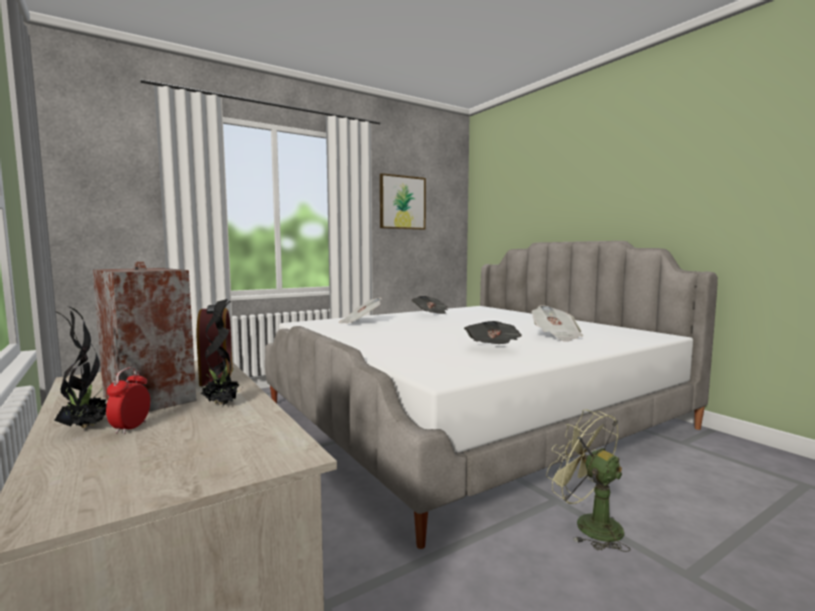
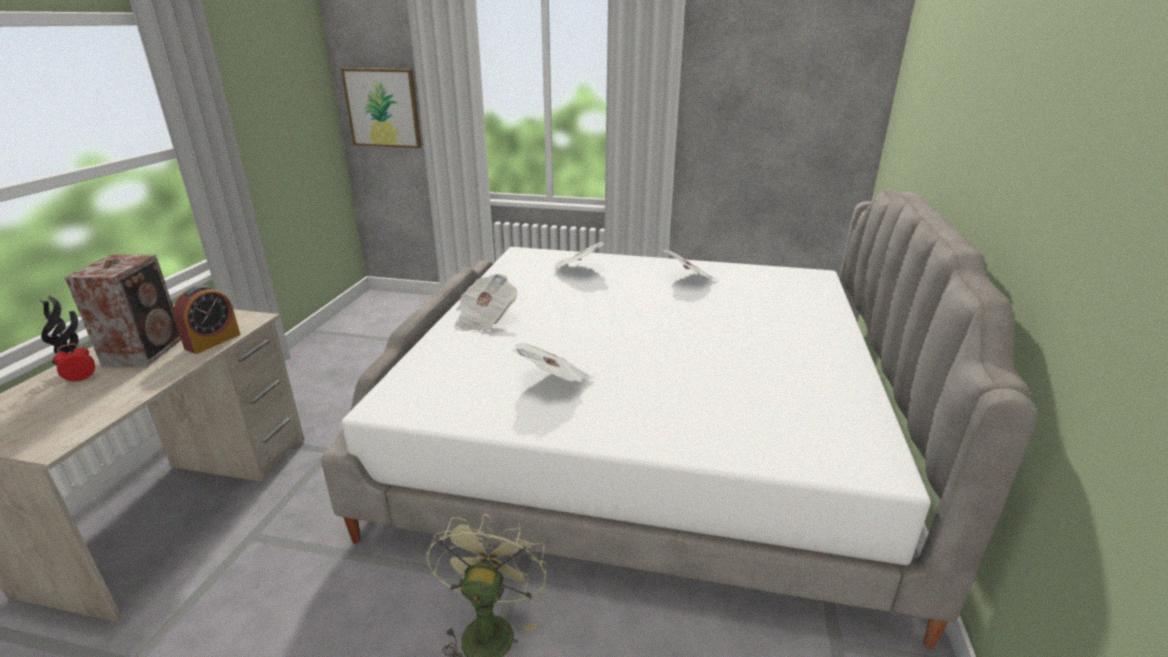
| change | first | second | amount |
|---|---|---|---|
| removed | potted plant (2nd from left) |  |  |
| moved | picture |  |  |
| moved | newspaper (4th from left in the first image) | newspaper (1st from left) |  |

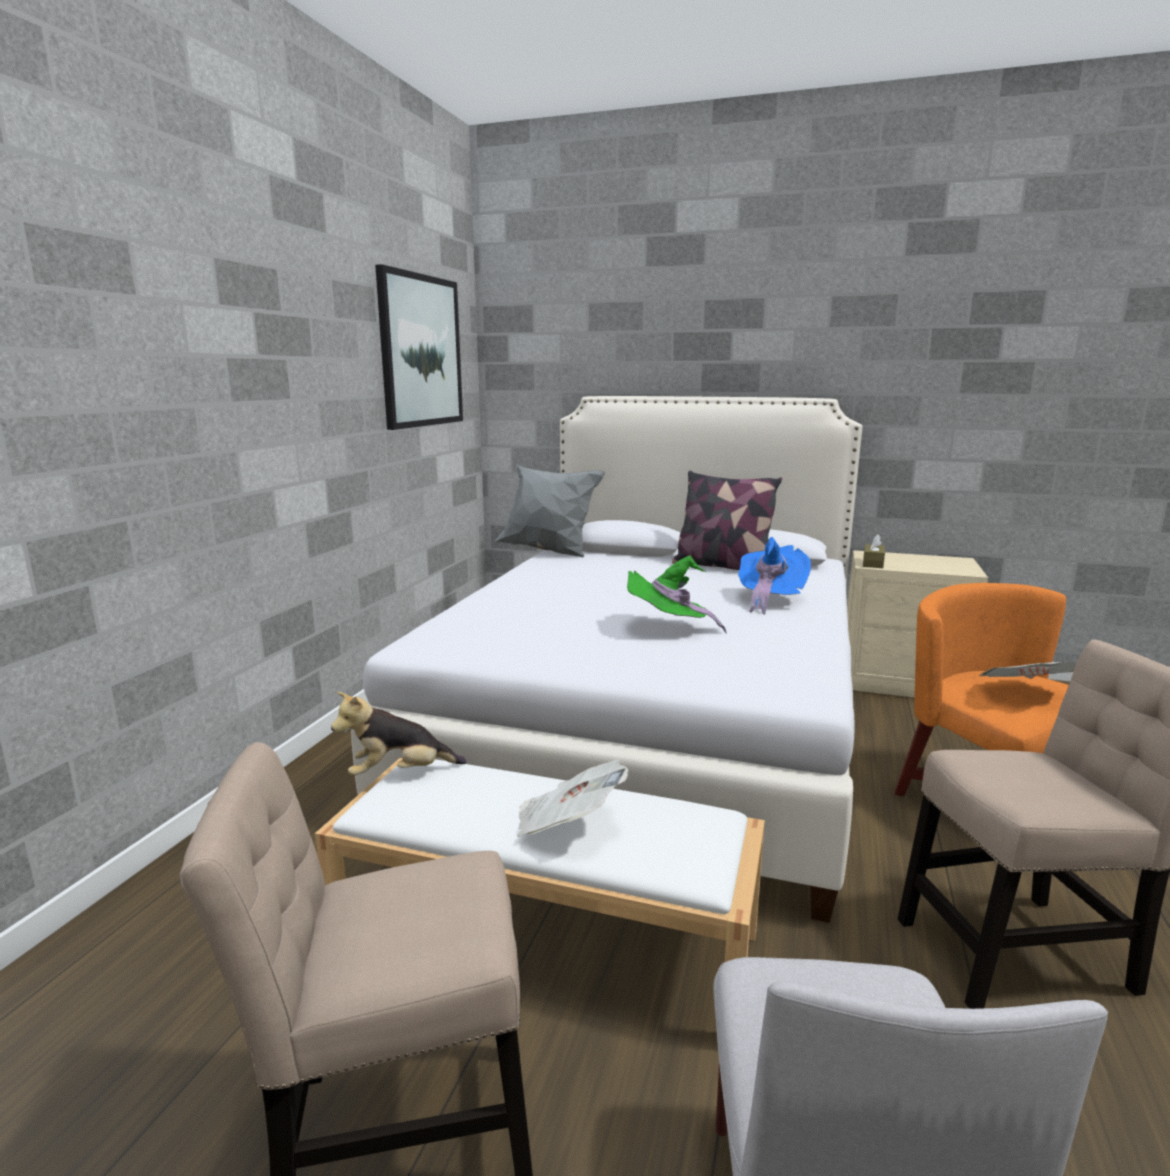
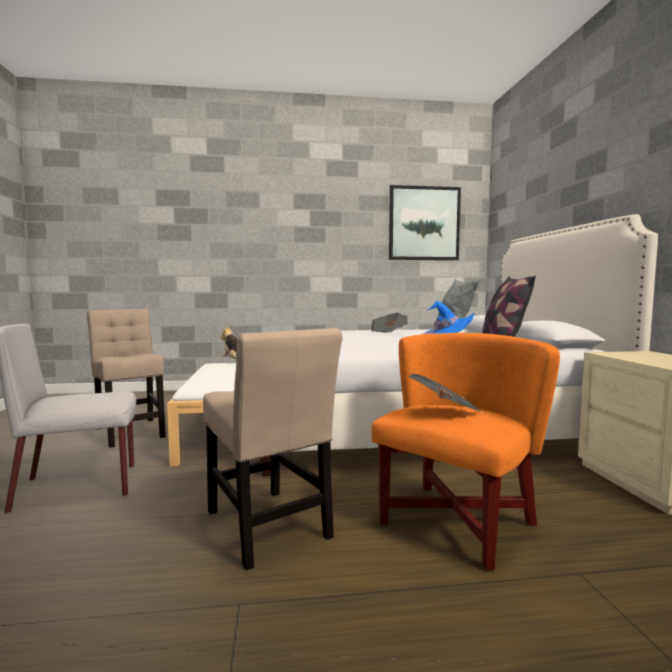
| change | first | second | amount |
|---|---|---|---|
| removed | hat (green) |  |  |
| removed | tissue box (brown) |  |  |
| moved | newspaper (1st from left) |  |  |

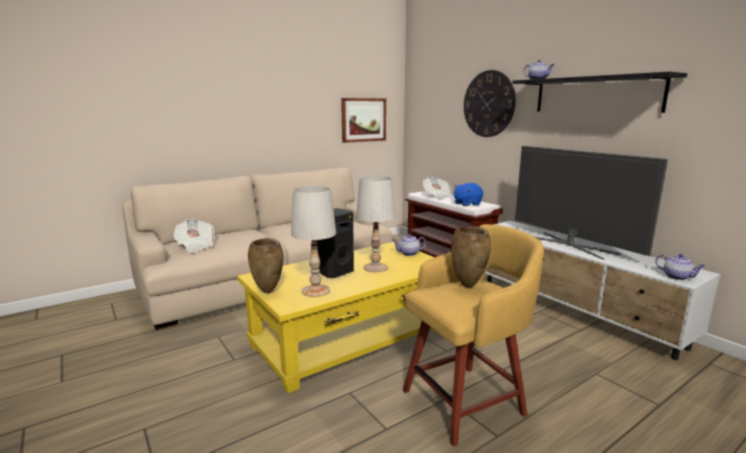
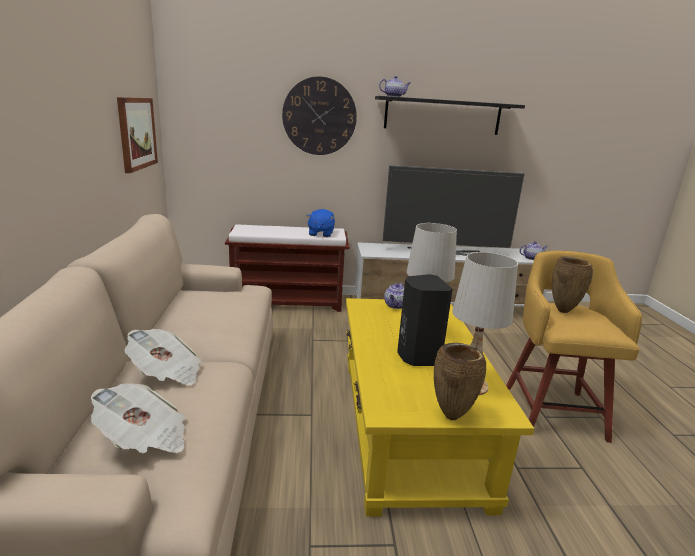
| change | first | second | amount |
|---|---|---|---|
| moved | newspaper (2nd from left) |  |  |

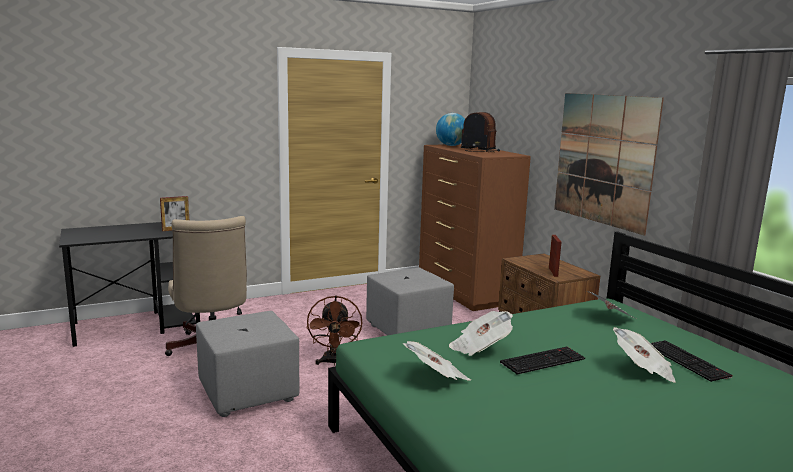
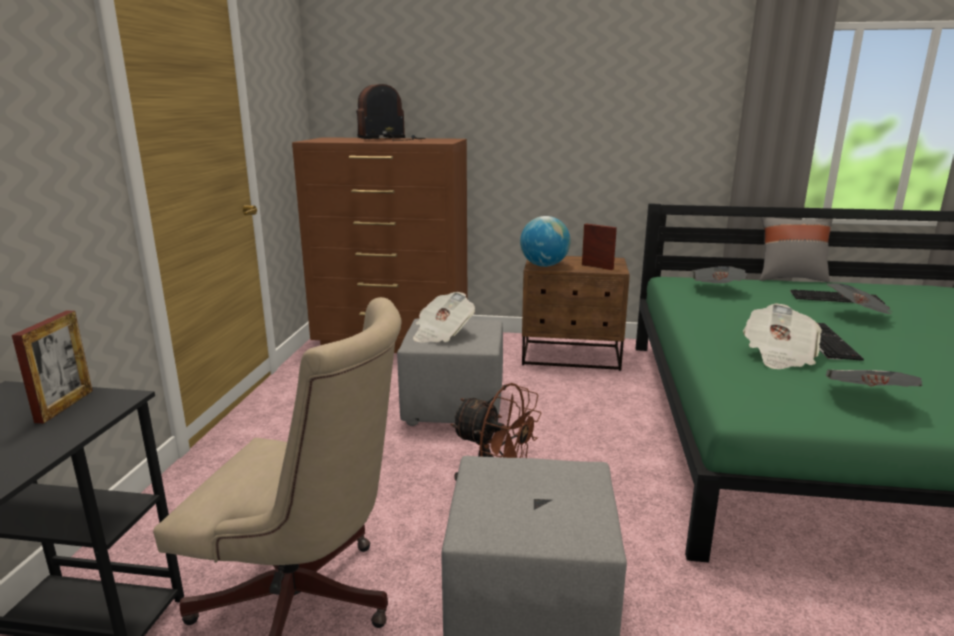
| change | first | second | amount |
|---|---|---|---|
| removed | picture |  |  |
| added |  | newspaper (1st from left) |  |
| added |  | pillow (grey) |  |
| moved | globe |  |  |

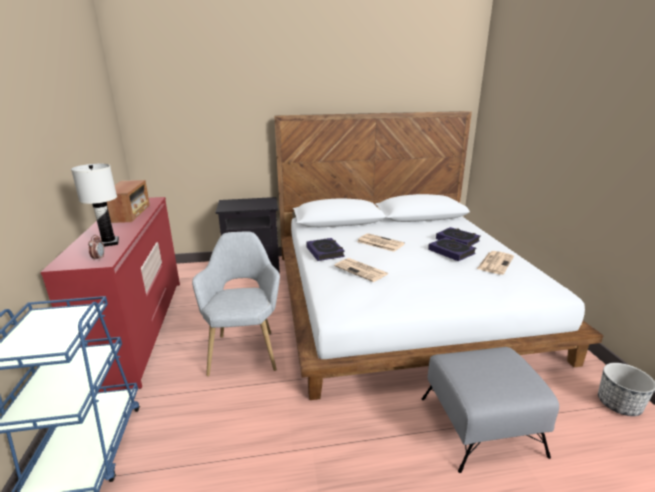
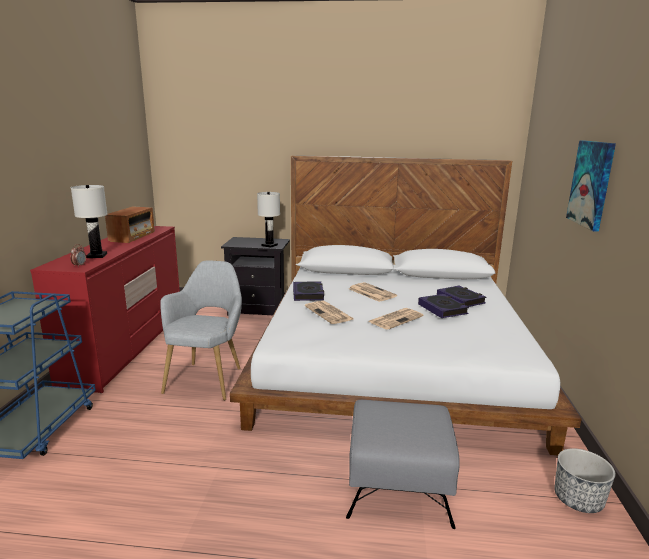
| change | first | second | amount |
|---|---|---|---|
| added |  | table lamp (white) (2nd from left) |  |
| added |  | picture |  |
| moved | newspaper (3rd from left) |  |  |

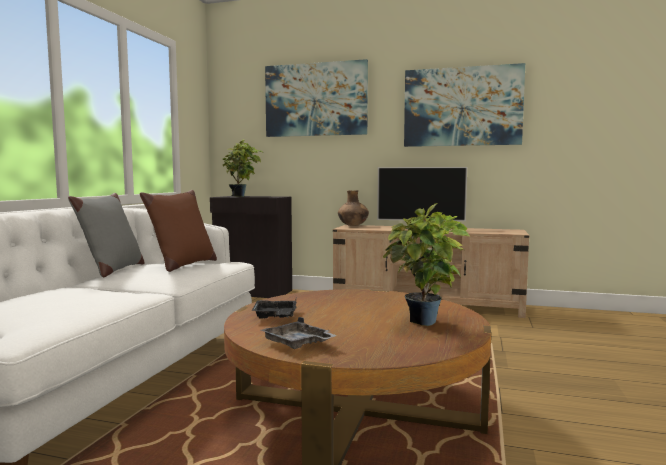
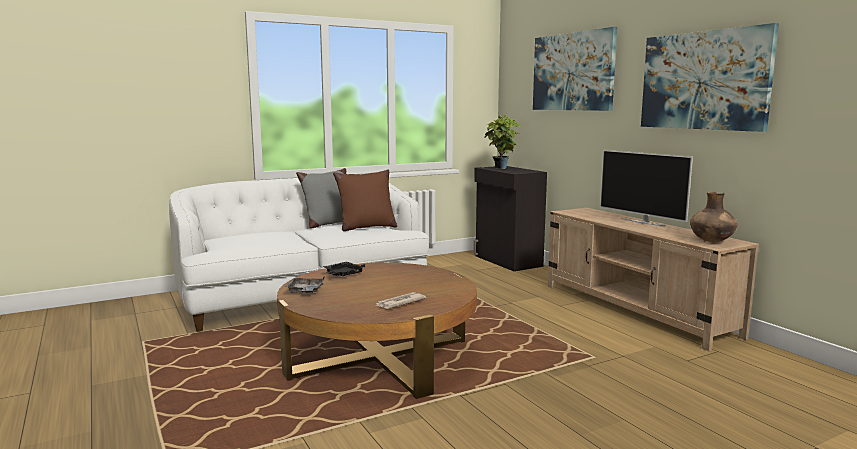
| change | first | second | amount |
|---|---|---|---|
| moved | vase (brown) |  |  |
| replaced | potted plant (2nd from left) | newspaper |  |

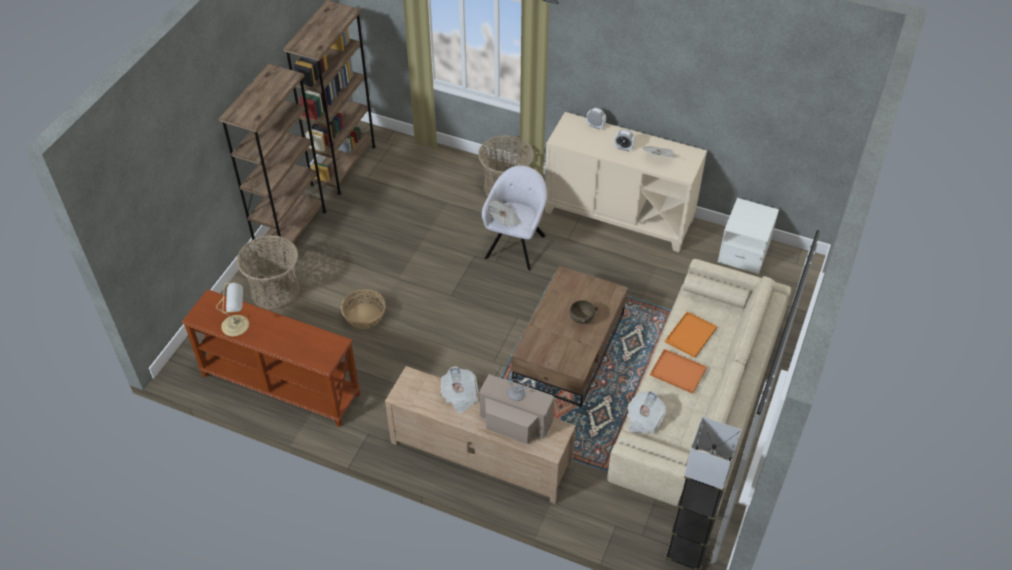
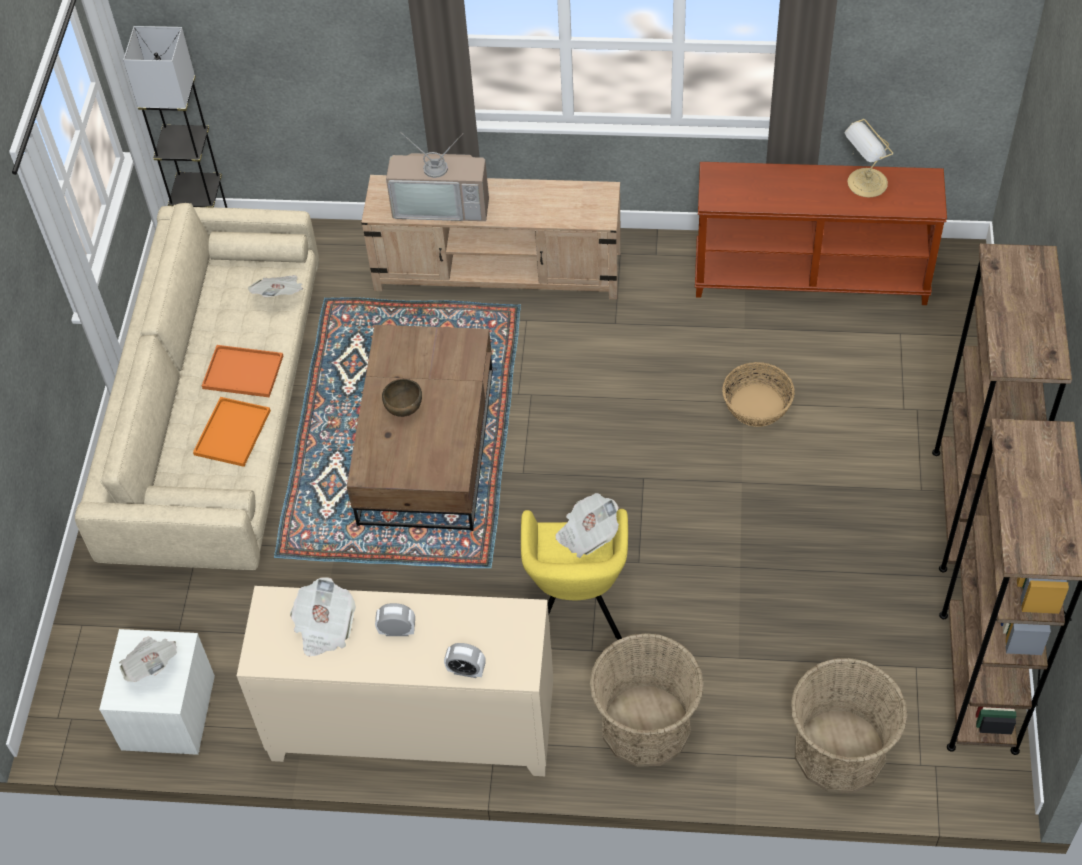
| change | first | second | amount |
|---|---|---|---|
| moved | basket (1st from left in the first image) | basket (3rd from left) |  |
| moved | newspaper (1st from left) |  |  |
| recoloured | armchair (grey) | armchair (yellow) |  |

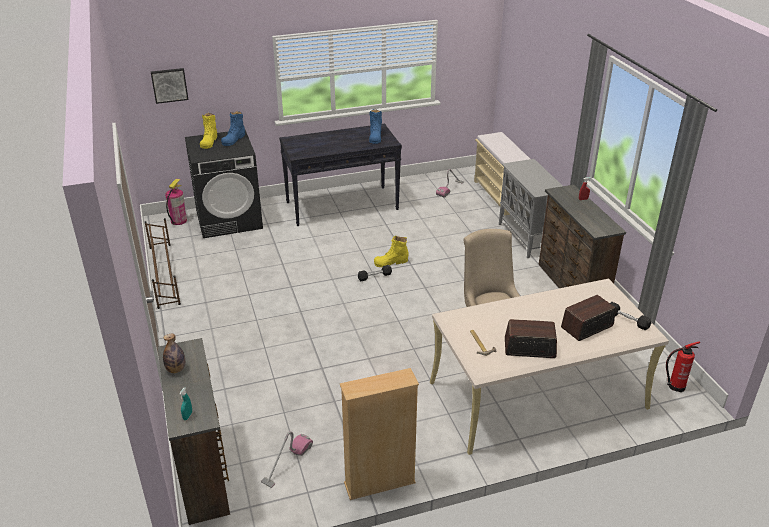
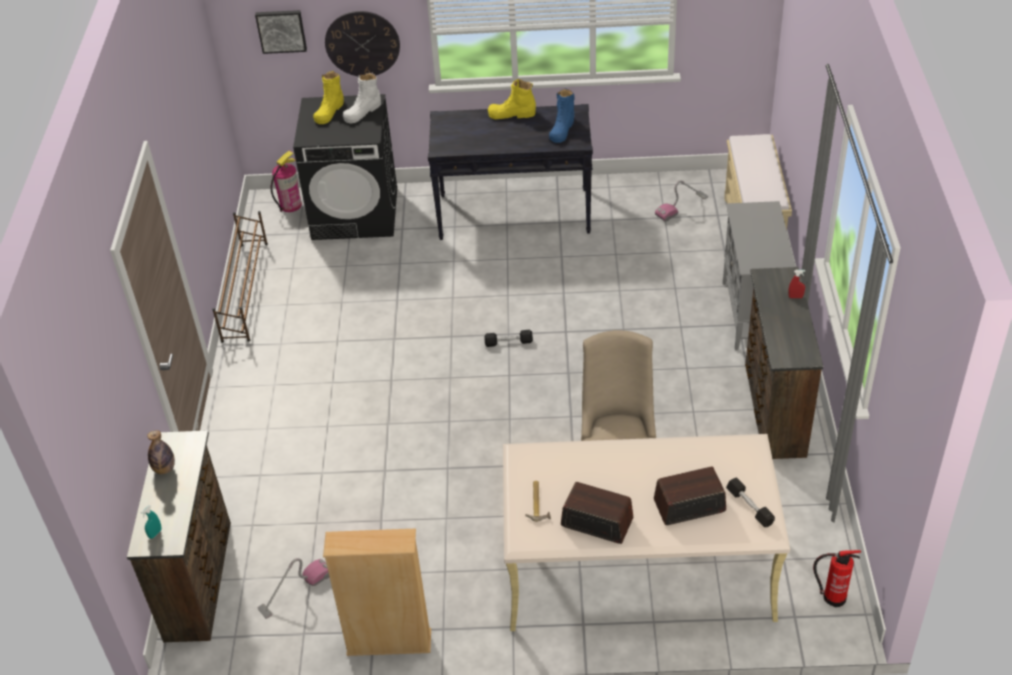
| change | first | second | amount |
|---|---|---|---|
| added |  | wall clock |  |
| moved | boot (yellow) (2nd from left) |  |  |
| recoloured | boot (blue) (1st from left) | boot (white) |  |

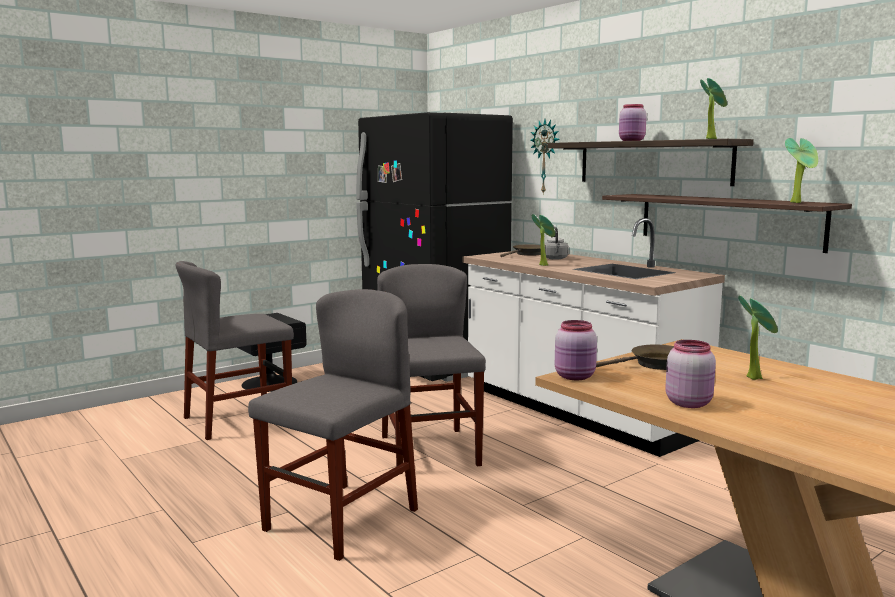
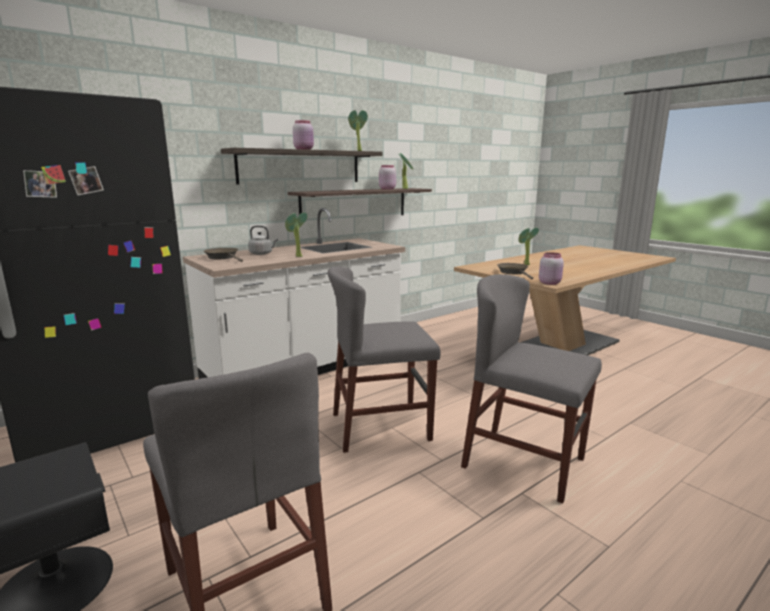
| change | first | second | amount |
|---|---|---|---|
| removed | wall clock |  |  |
| moved | jar (pink) (3rd from left in the first image) | jar (pink) (2nd from left) |  |

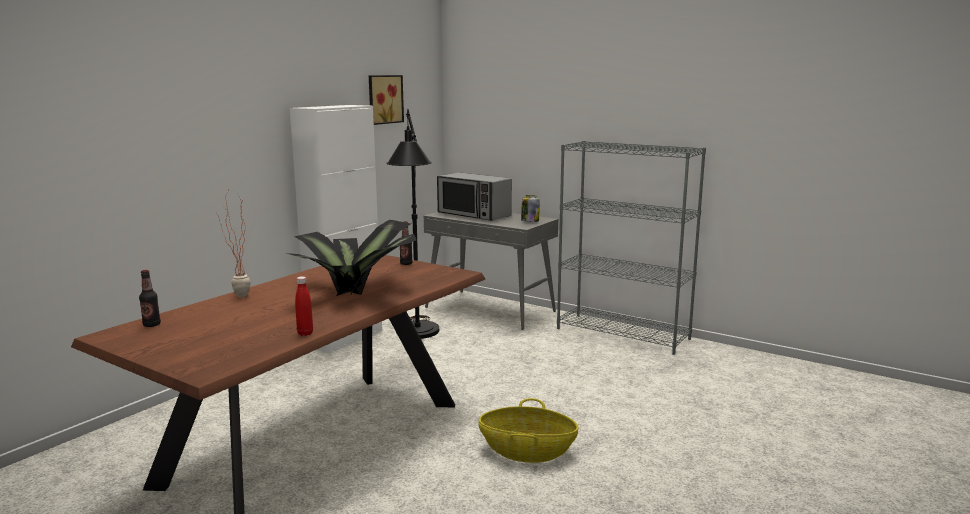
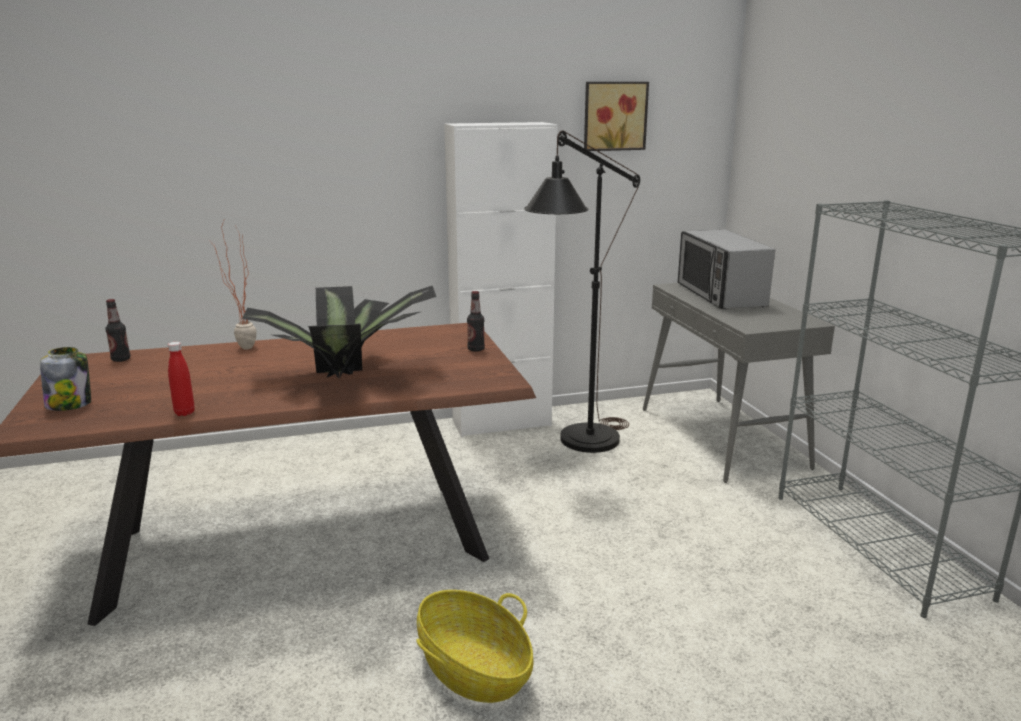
| change | first | second | amount |
|---|---|---|---|
| moved | jar |  |  |

